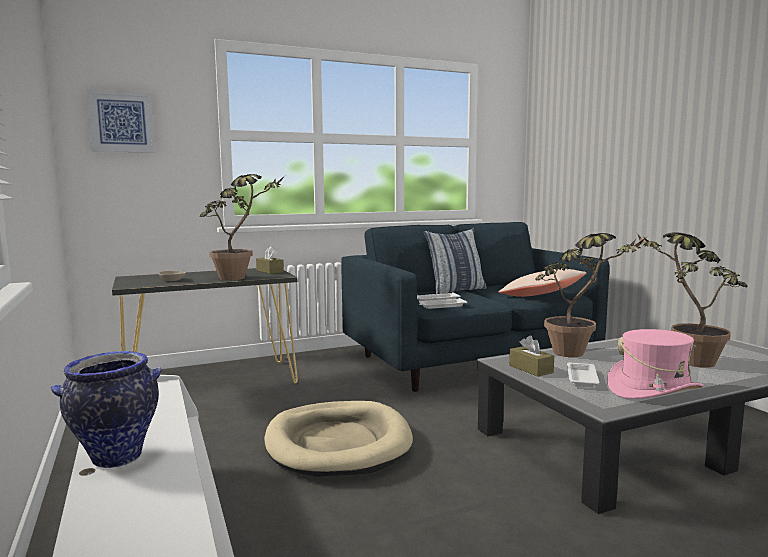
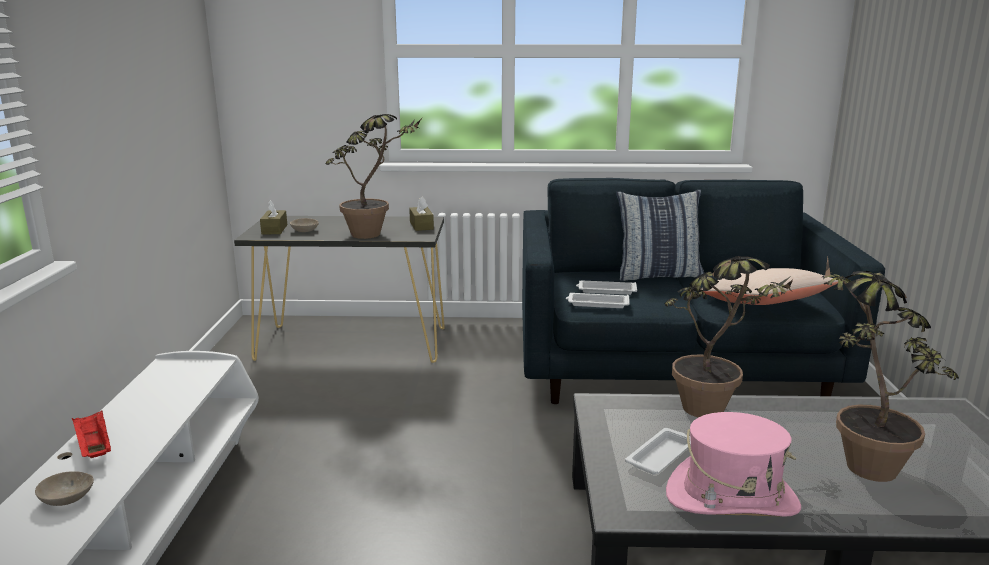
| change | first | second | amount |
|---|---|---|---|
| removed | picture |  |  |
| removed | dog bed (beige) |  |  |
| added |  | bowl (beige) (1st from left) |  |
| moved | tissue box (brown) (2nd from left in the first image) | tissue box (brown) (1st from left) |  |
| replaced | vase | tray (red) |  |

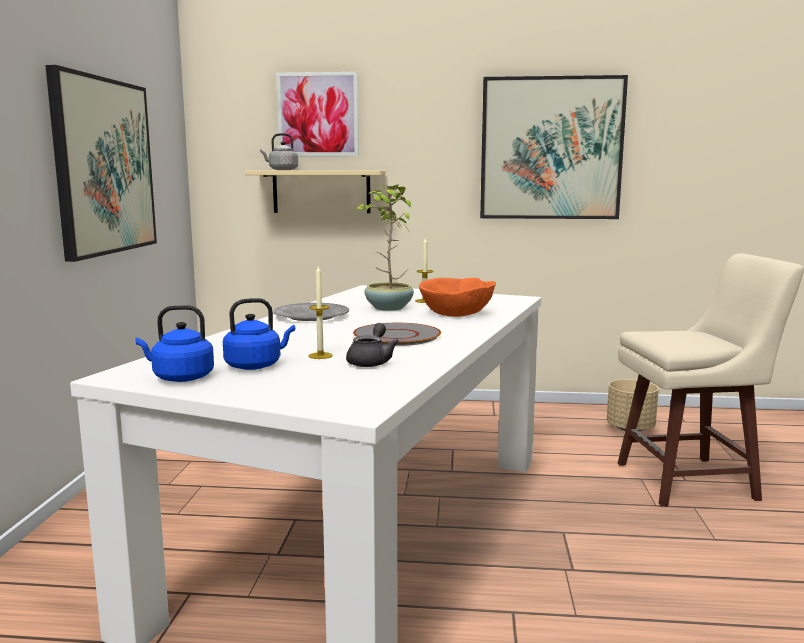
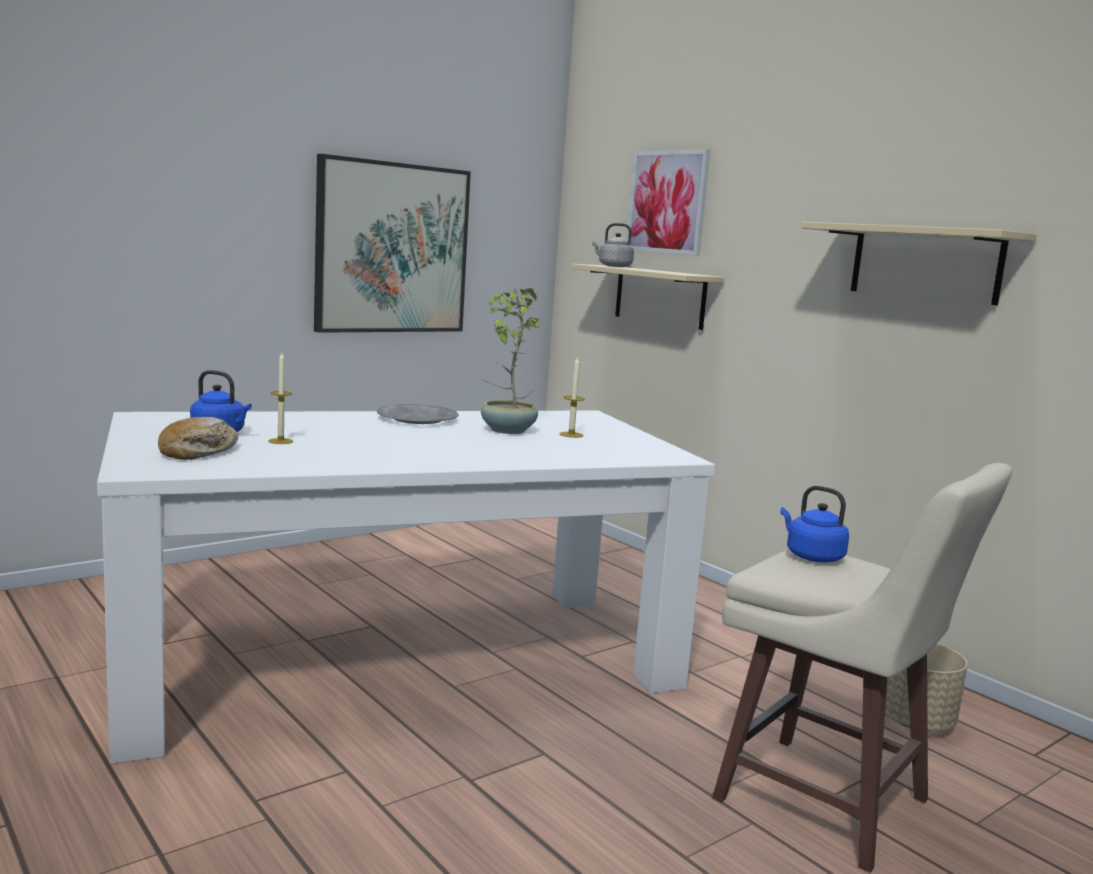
| change | first | second | amount |
|---|---|---|---|
| removed | teapot (grey) |  |  |
| removed | plate (grey) (2nd from left) |  |  |
| removed | bowl (orange) |  |  |
| added |  | bread |  |
| moved | kettle (blue) (1st from left in the first image) | kettle (blue) (2nd from left) |  |
| replaced | picture (3rd from left) | shelf (beige) (2nd from left) |  |

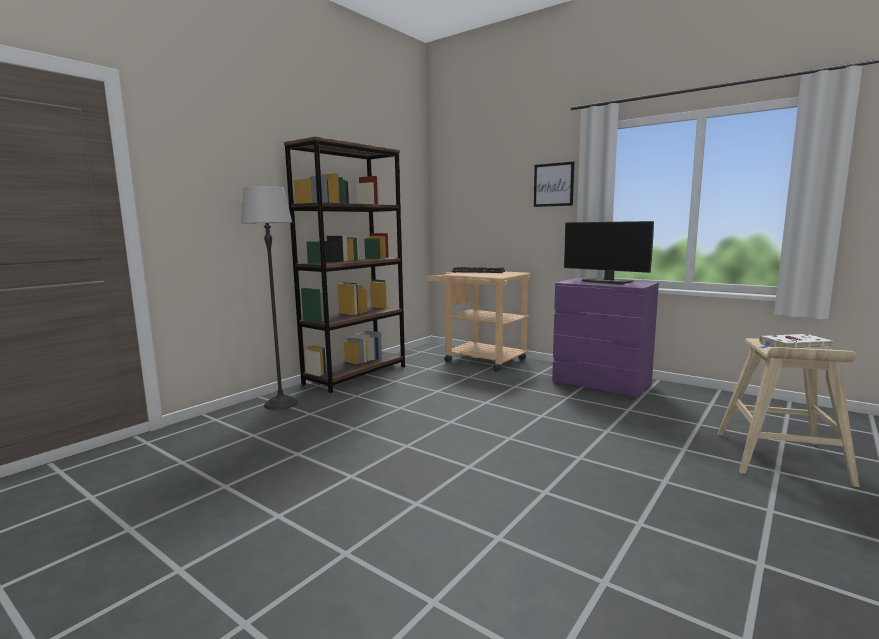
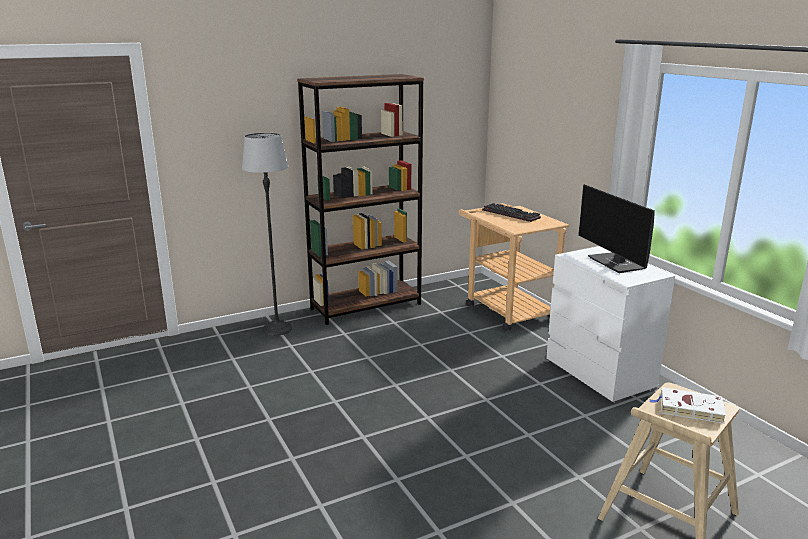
| change | first | second | amount |
|---|---|---|---|
| removed | picture |  |  |
| recoloured | dresser (purple) | dresser (white) |  |

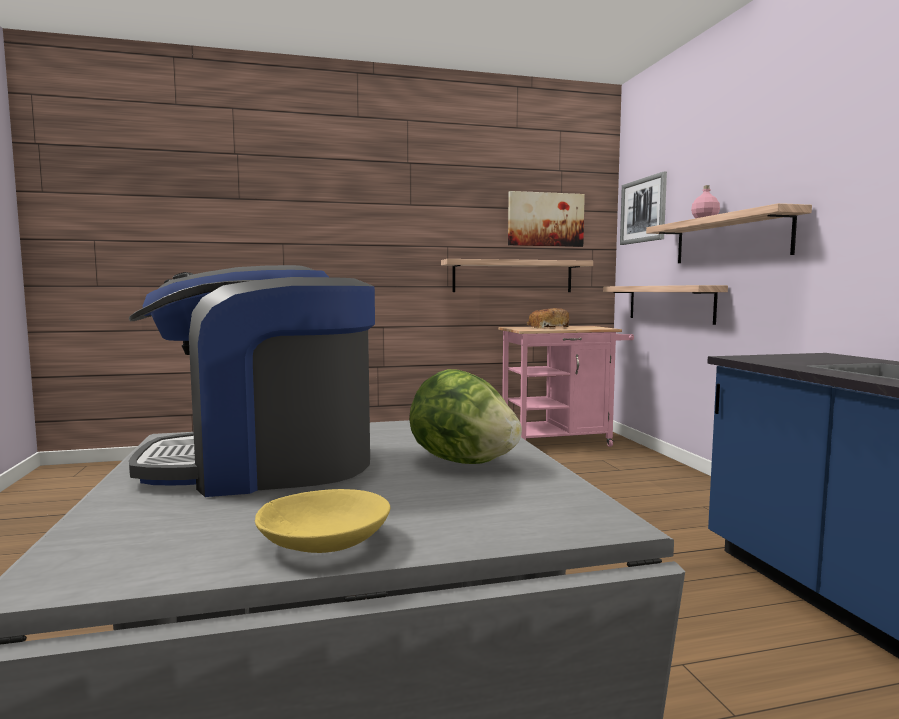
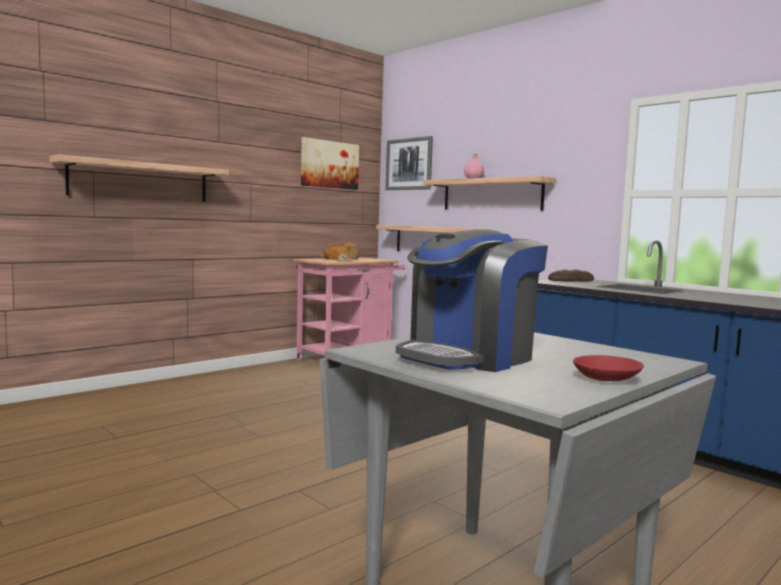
| change | first | second | amount |
|---|---|---|---|
| removed | lettuce |  |  |
| added |  | bread (2nd from left) |  |
| moved | shelf (1st from left) |  |  |
| recoloured | bowl (yellow) | bowl (red) |  |

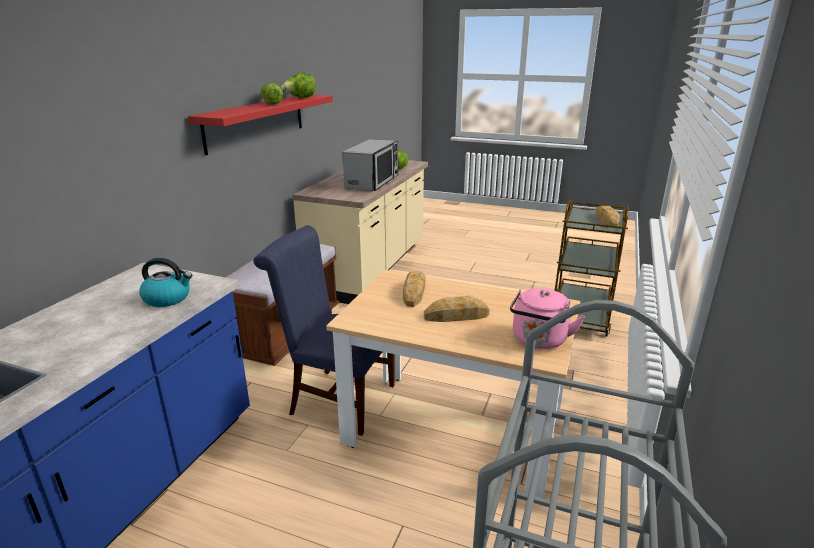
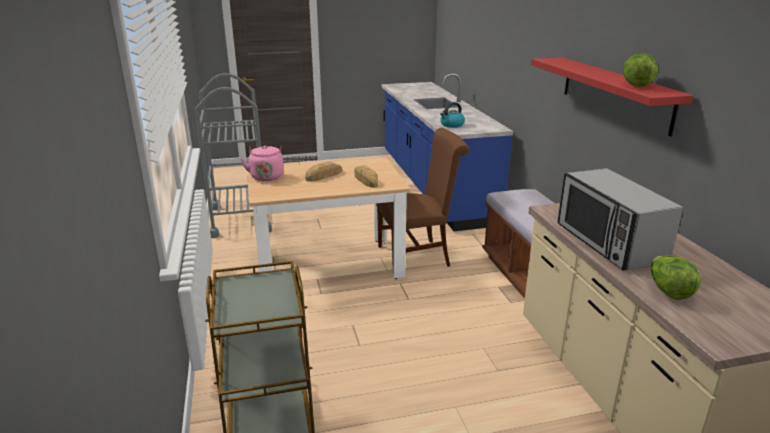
| change | first | second | amount |
|---|---|---|---|
| removed | lettuce (1st from left) |  |  |
| removed | bread (3rd from left) |  |  |
| recoloured | chair (blue) | chair (brown) |  |

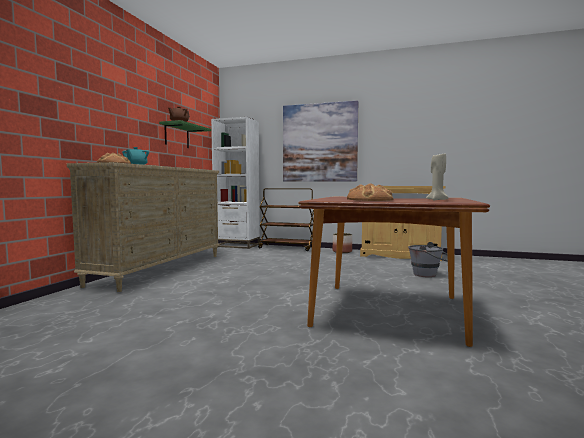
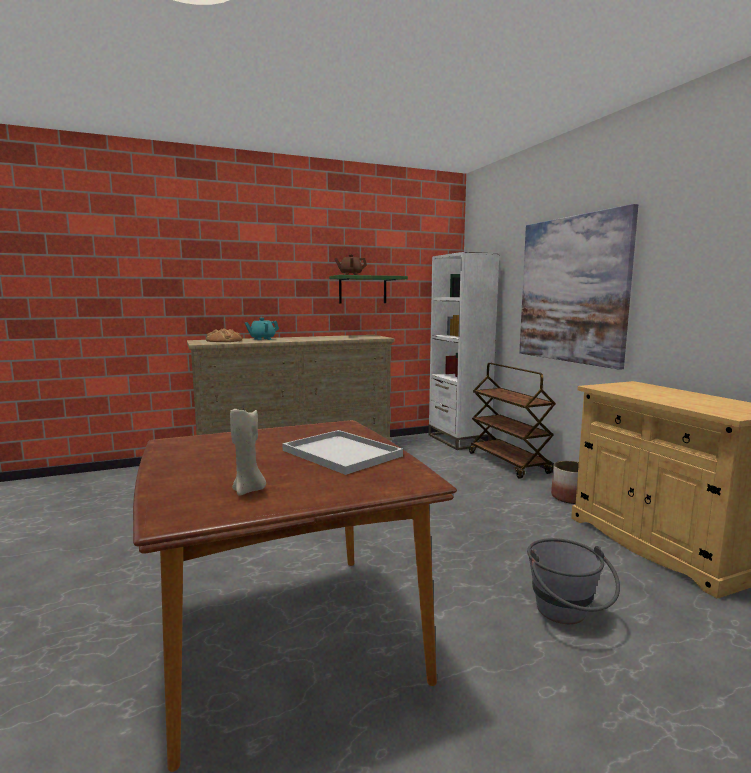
| change | first | second | amount |
|---|---|---|---|
| removed | bread (2nd from left) |  |  |

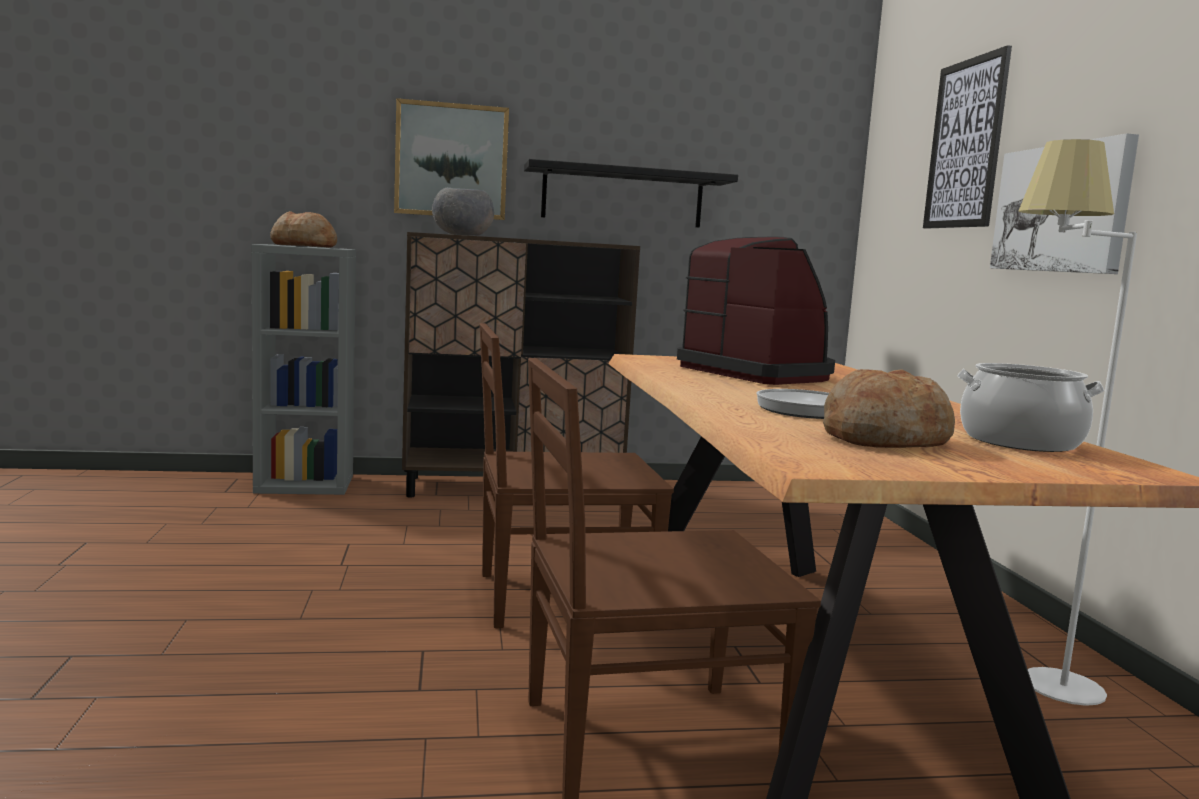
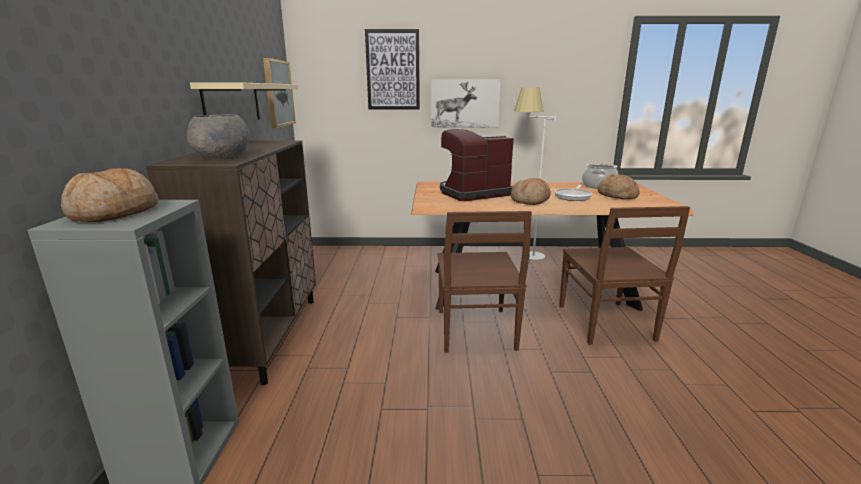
| change | first | second | amount |
|---|---|---|---|
| added |  | bread (2nd from left) |  |
| moved | picture (1st from left) |  |  |
| recoloured | shelf (black) | shelf (beige) |  |

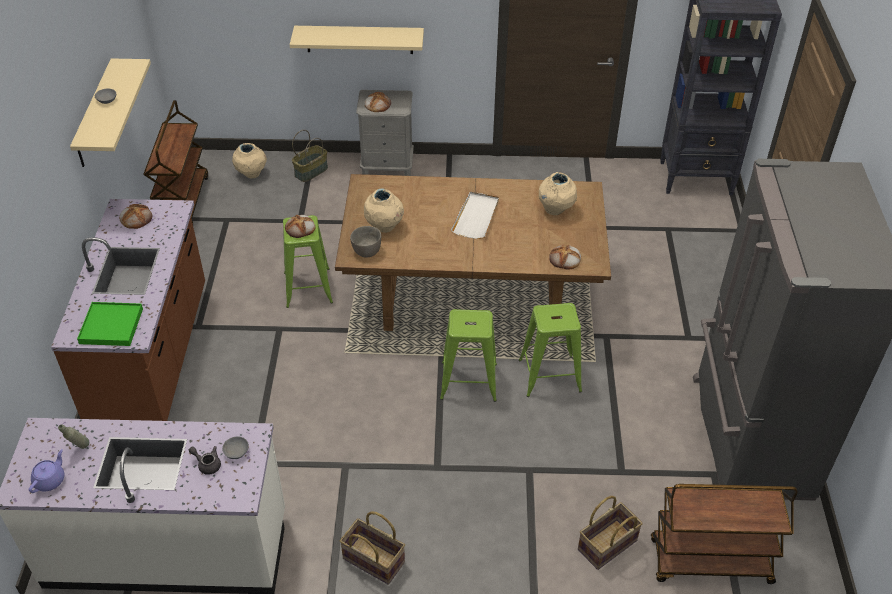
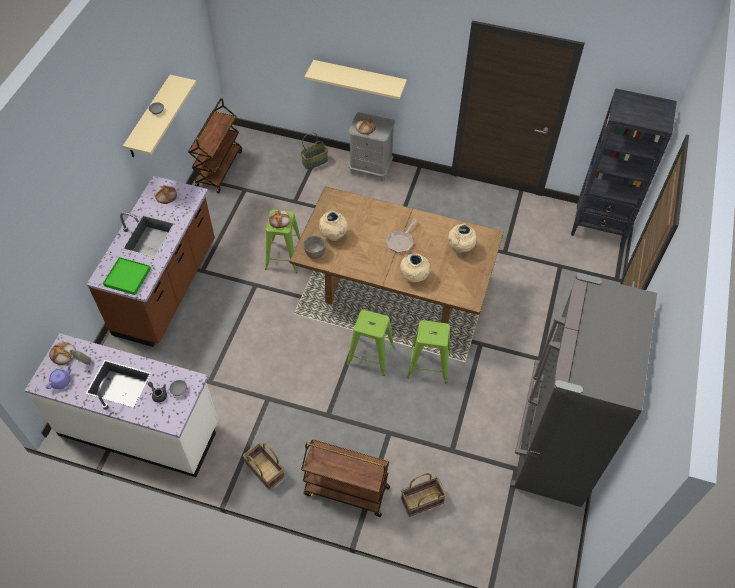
| change | first | second | amount |
|---|---|---|---|
| moved | vase (beige) (1st from left in the first image) | vase (beige) (2nd from left) |  |
| moved | bread (4th from left in the first image) | bread (1st from left) |  |
| moved | cart (brown) (2nd from left) |  |  |
| replaced | tray (white) | frying pan |  |

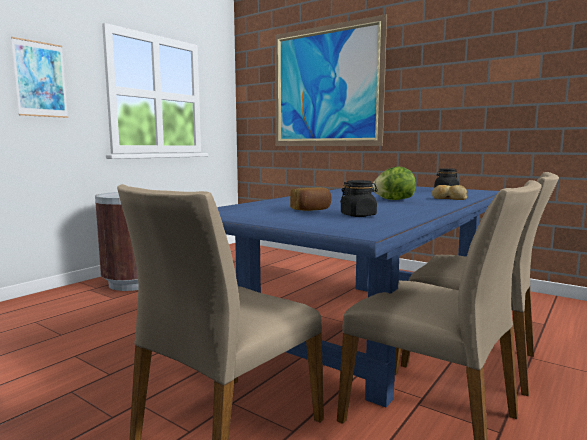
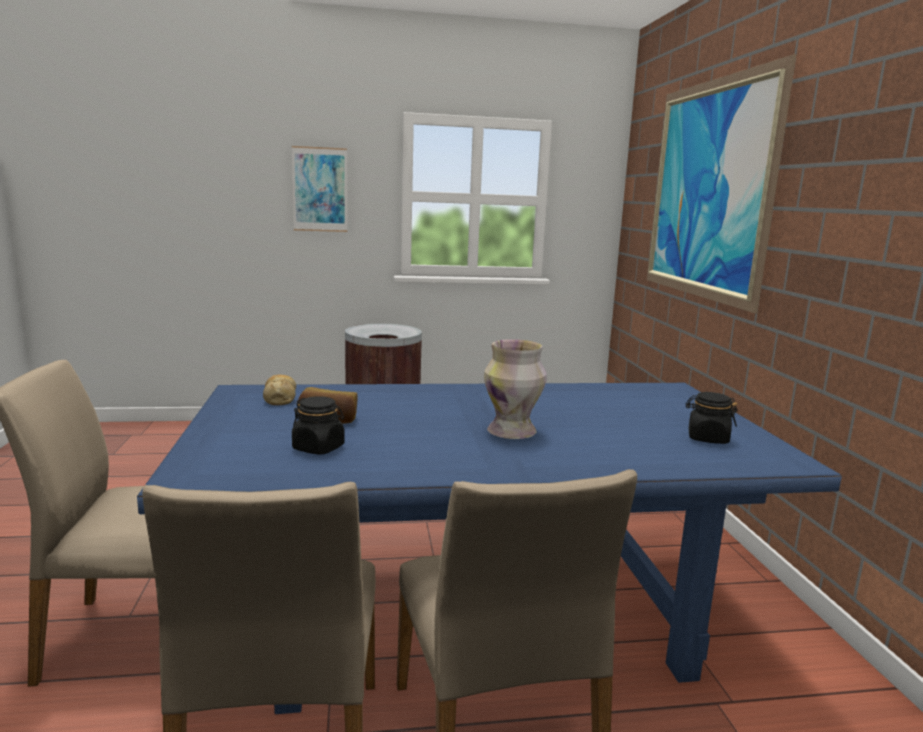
| change | first | second | amount |
|---|---|---|---|
| moved | bread (2nd from left in the first image) | bread (1st from left) |  |
| replaced | lettuce | vase |  |

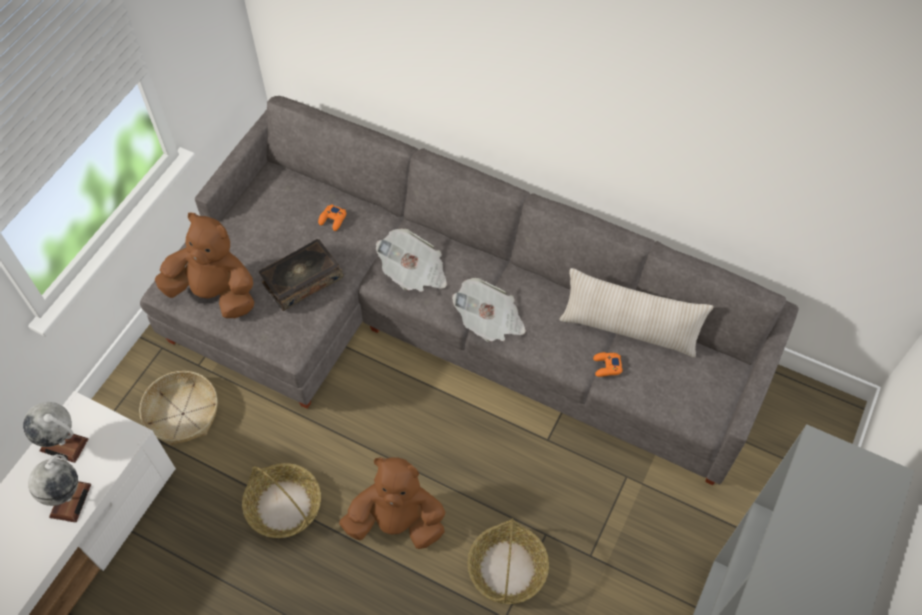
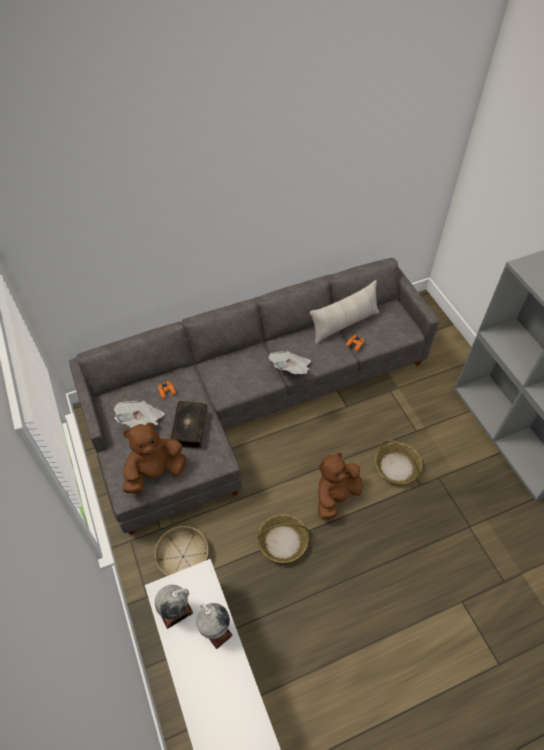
| change | first | second | amount |
|---|---|---|---|
| moved | newspaper (1st from left) |  |  |

